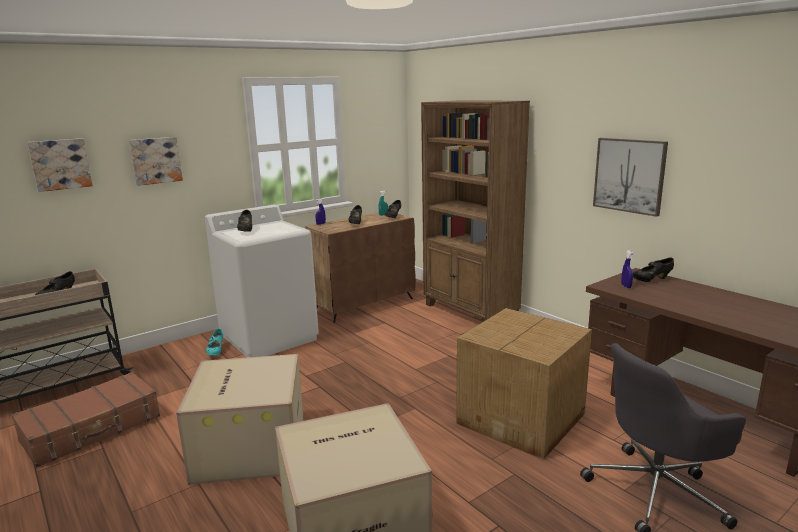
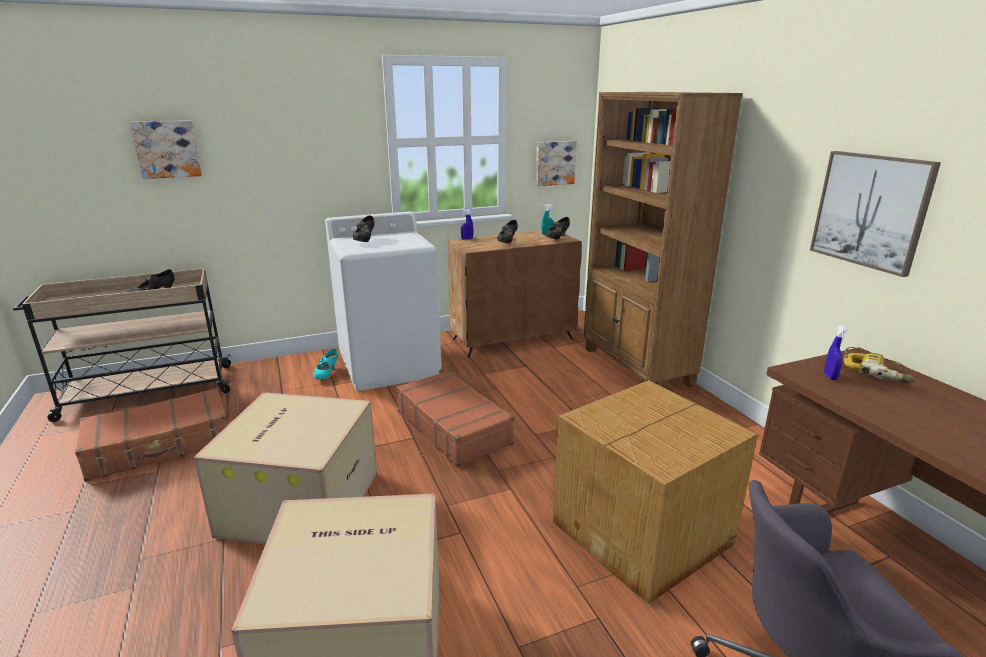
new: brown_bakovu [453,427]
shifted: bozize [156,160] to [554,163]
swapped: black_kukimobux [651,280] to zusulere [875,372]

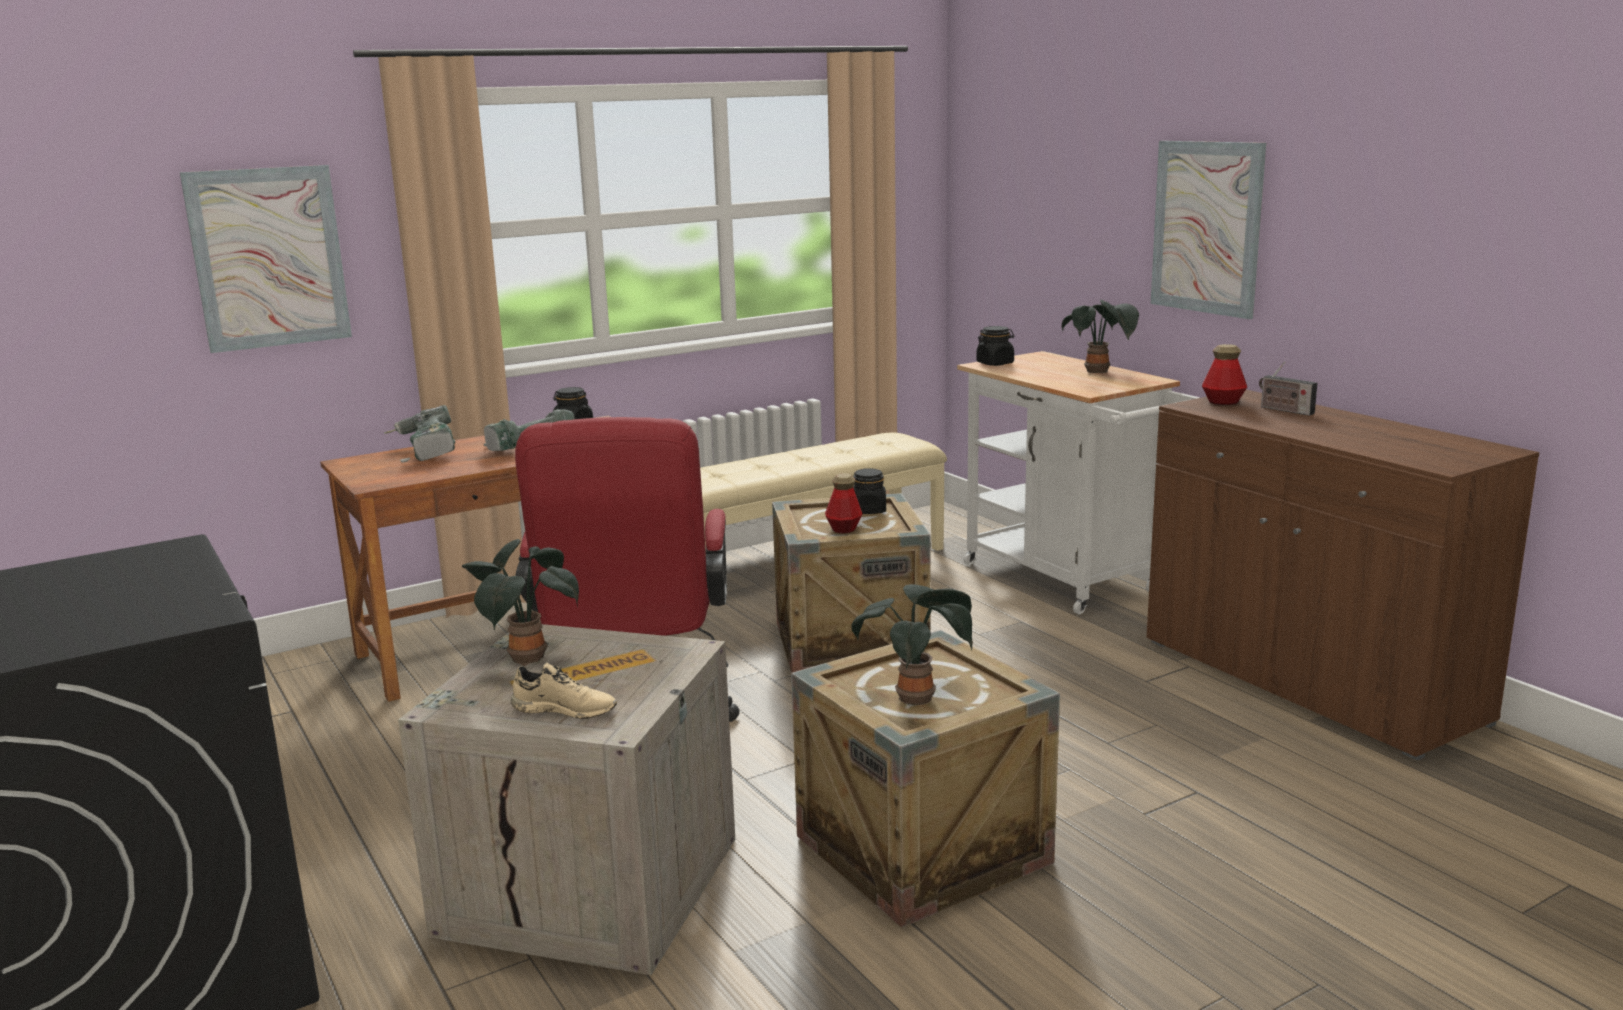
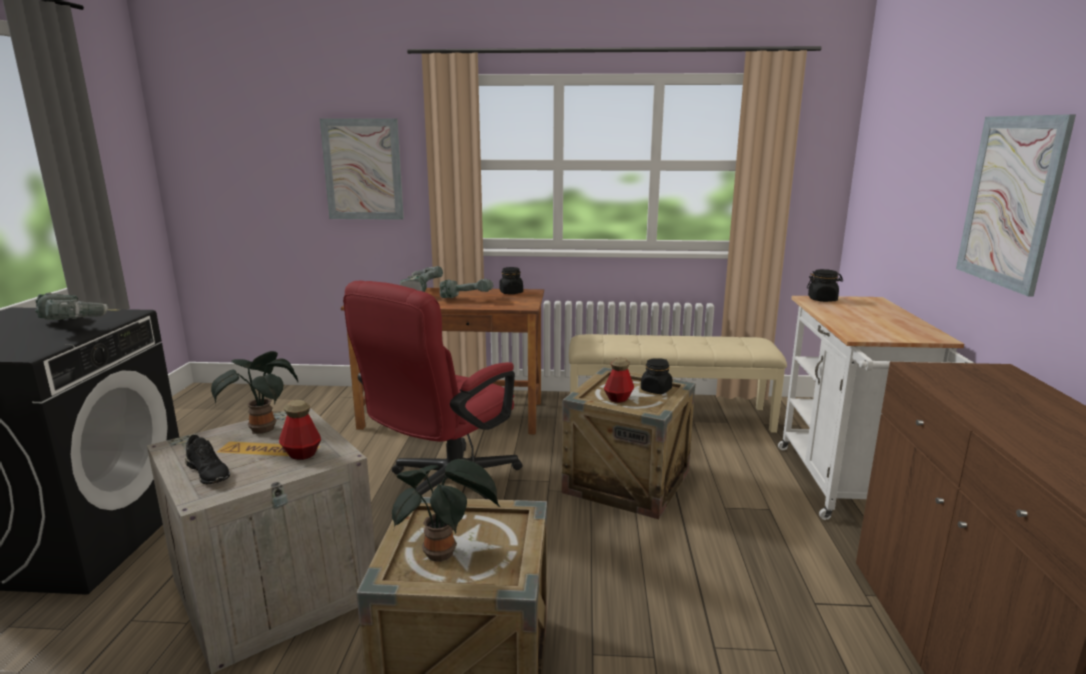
gone: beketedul [1099,372]; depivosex [1284,410]
new: zusulere [77,324]
shifted: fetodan [1223,402] to [301,454]
repainted: beige_kukimobux [565,709] to black_kukimobux [209,472]

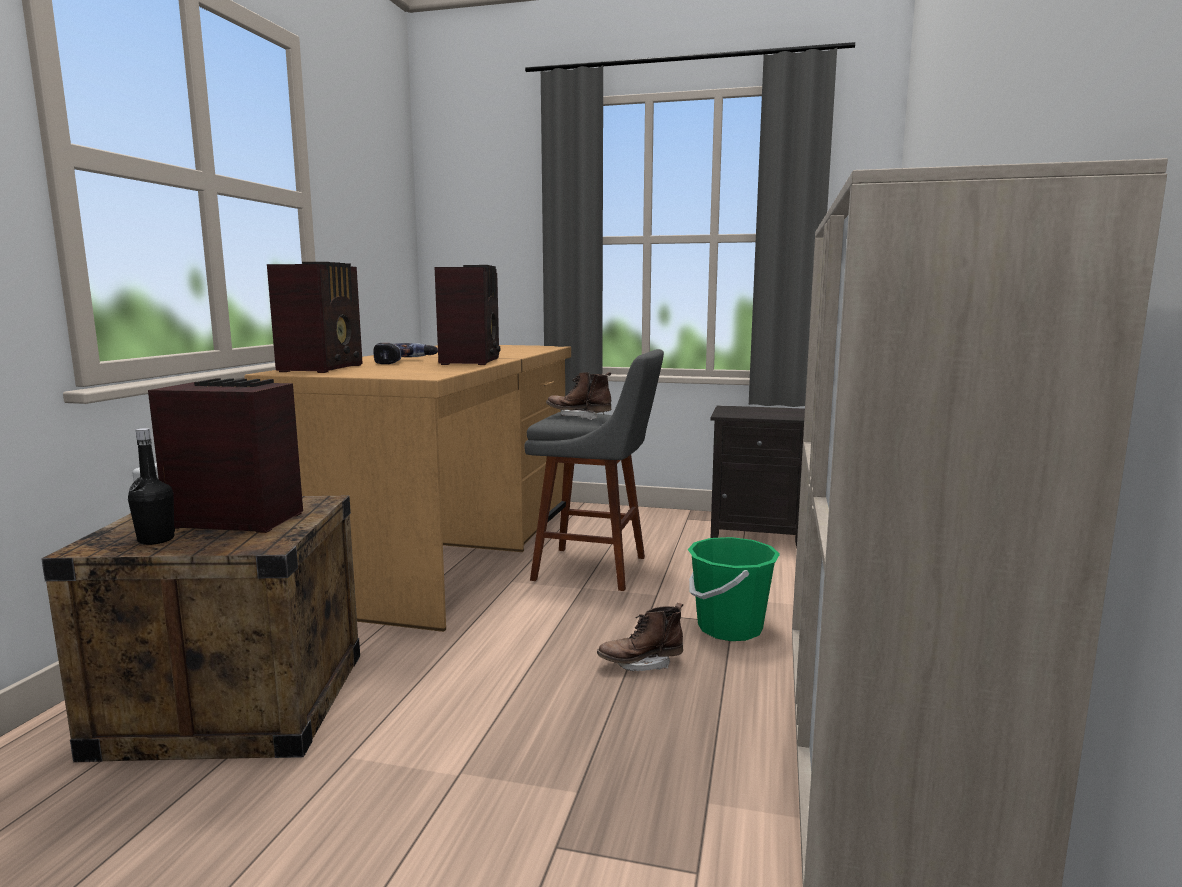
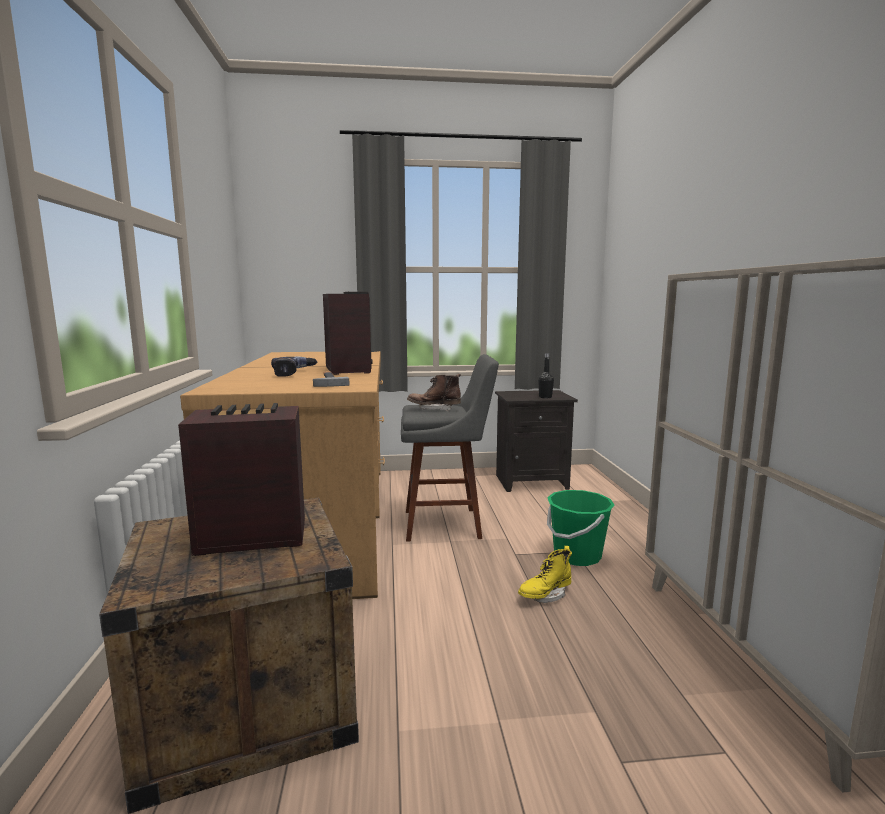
gone: depivosex [324,368]
new: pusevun [328,381]
shifted: black_fetodan [156,540] to [545,397]
repainted: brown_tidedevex [641,663] to yellow_tidedevex [545,595]

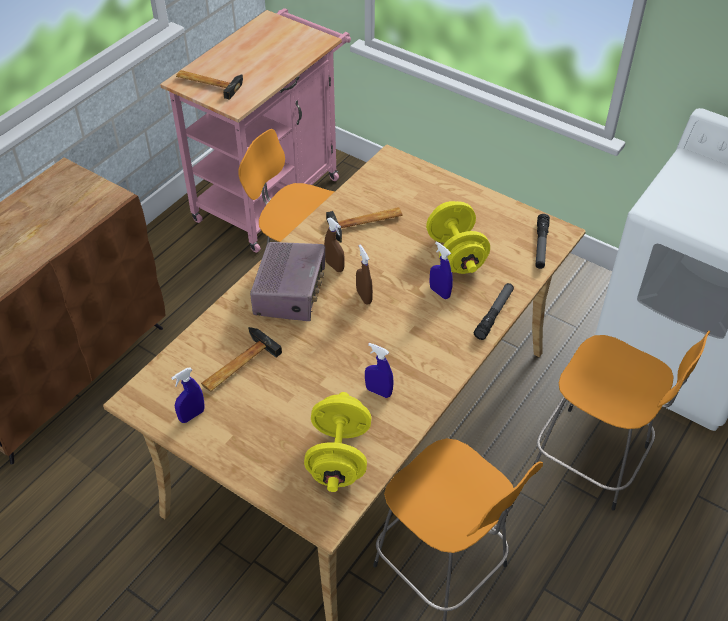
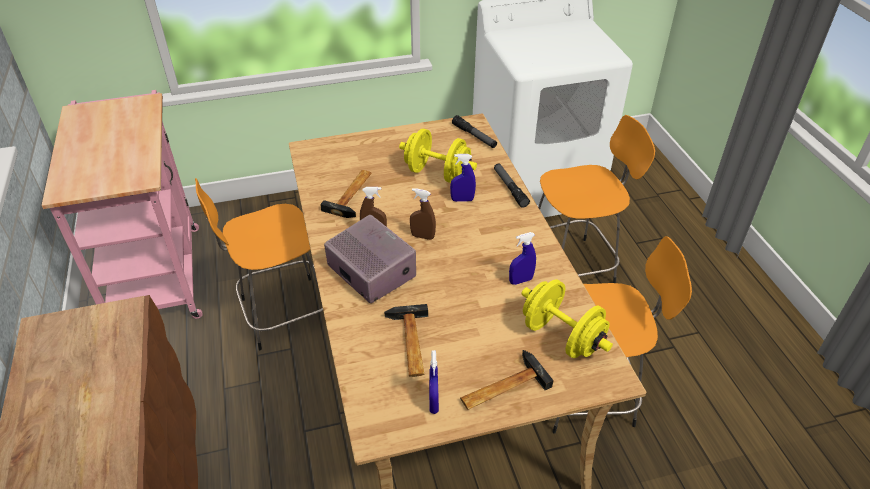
shifted: pusevun [208,83] to [501,387]

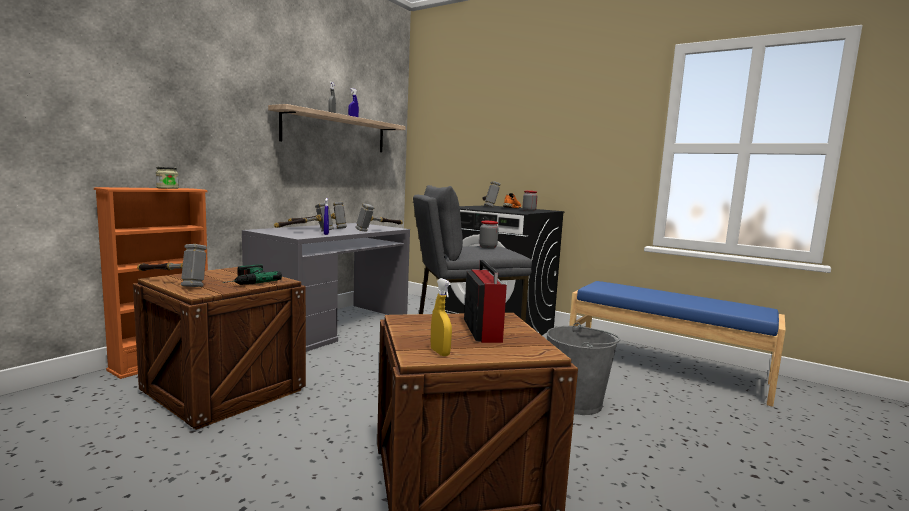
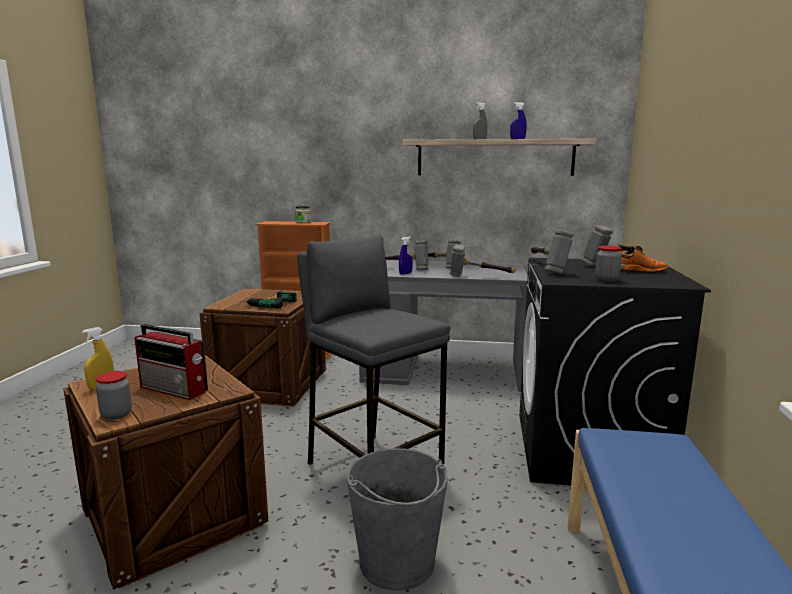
shifted: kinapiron [488,247] to [116,414]; pusevun [172,283] to [546,268]
rotated: depivosex [482,330] = [175,389] 60 degrees clockwise

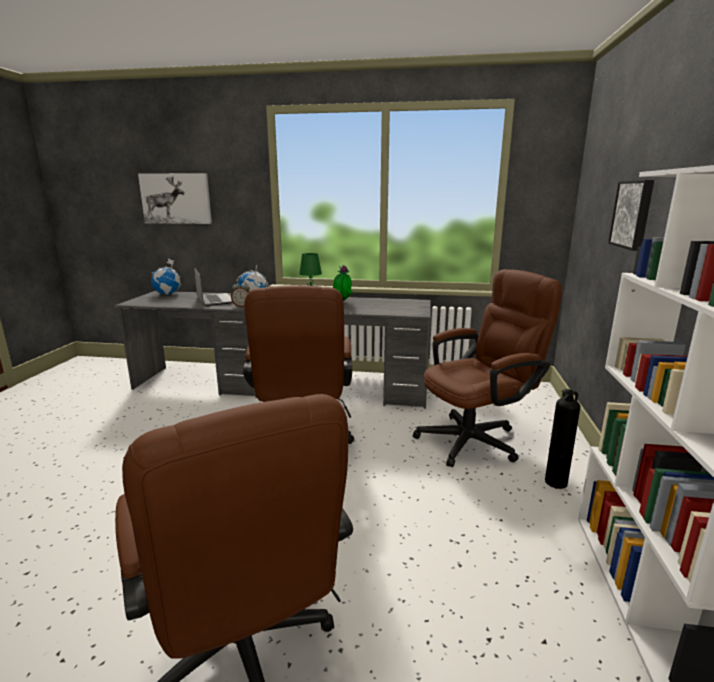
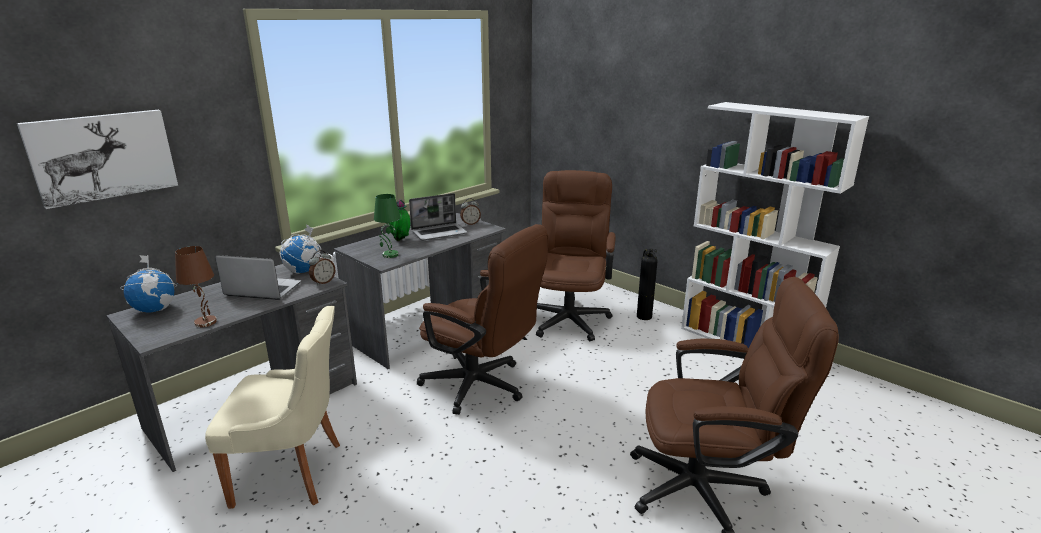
gone: bozize [633,214]
new: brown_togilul [206,322]; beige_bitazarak [293,473]; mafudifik [439,232]; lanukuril [470,224]

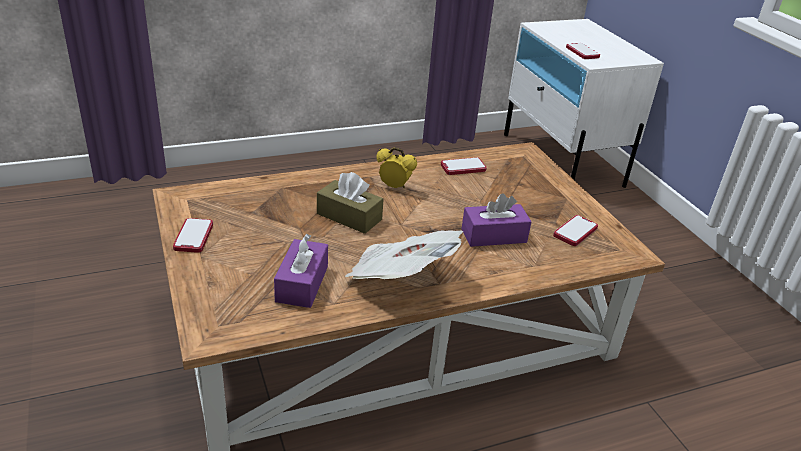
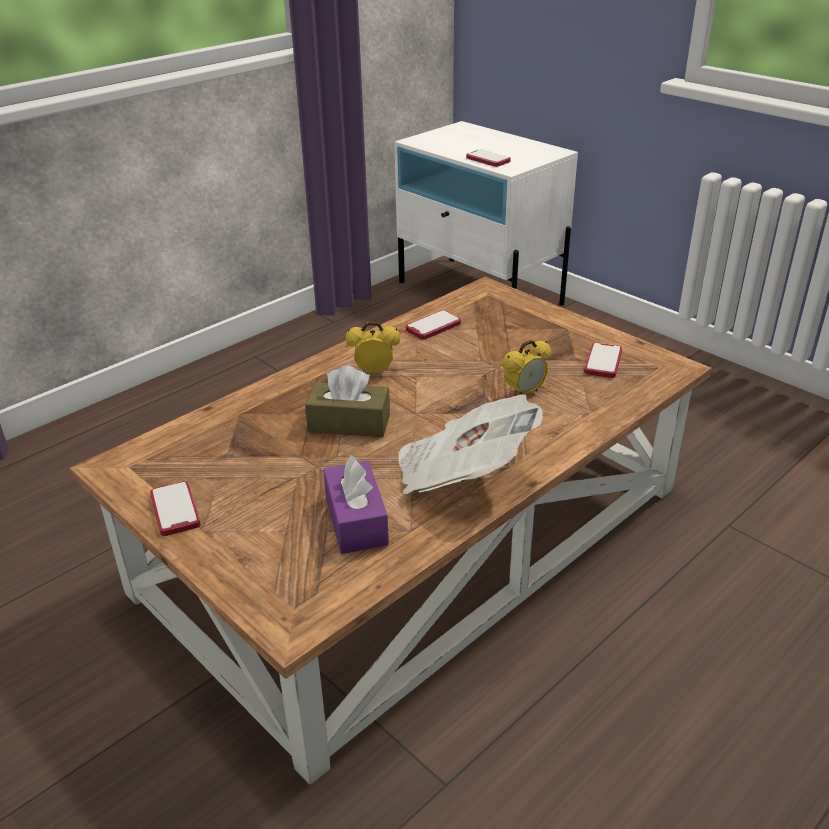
swapped: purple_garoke [493,235] to lanukuril [524,393]

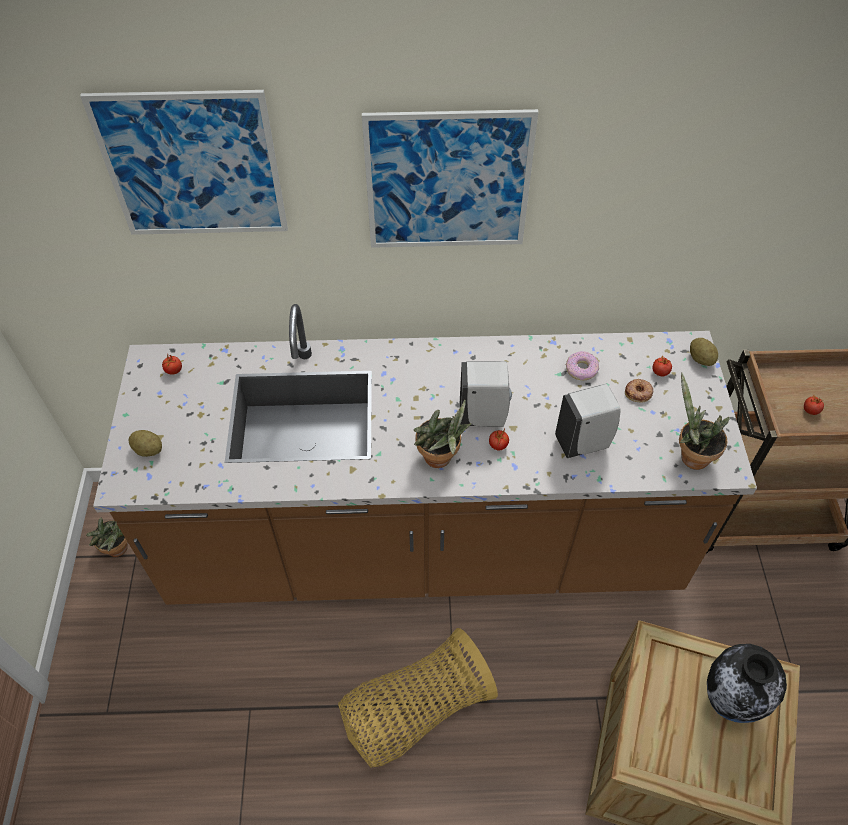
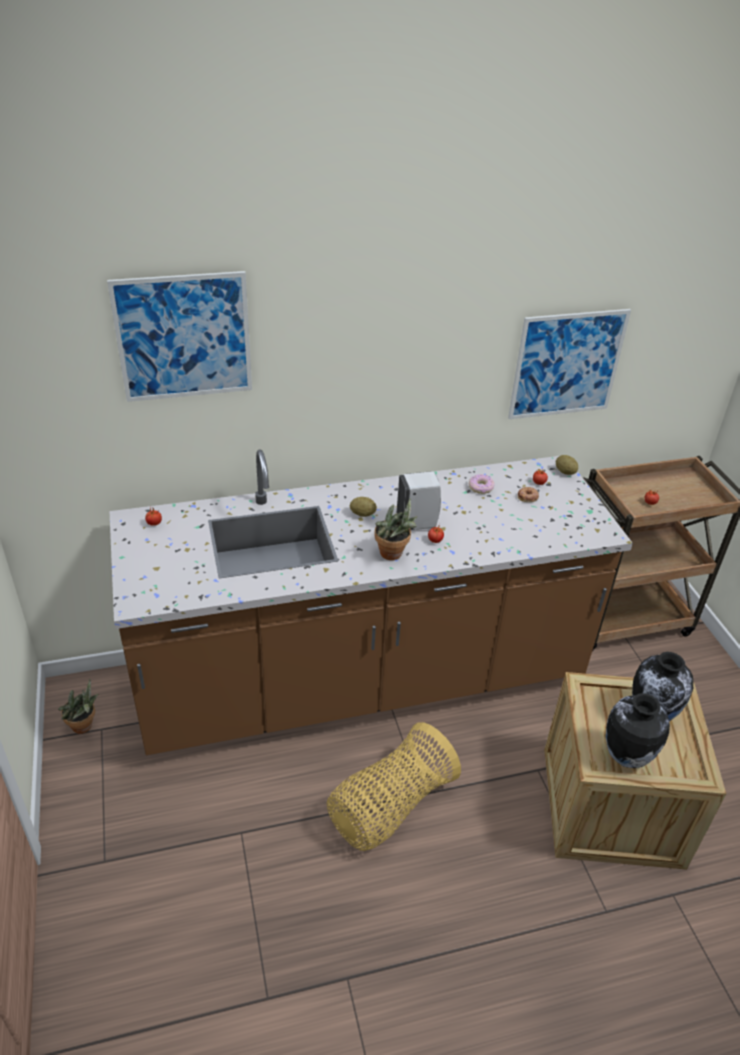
gone: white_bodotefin [584,442]; beketedul [690,456]
new: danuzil [625,757]
shifted: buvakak [148,450] to [362,514]; bozize [448,182] to [567,364]

